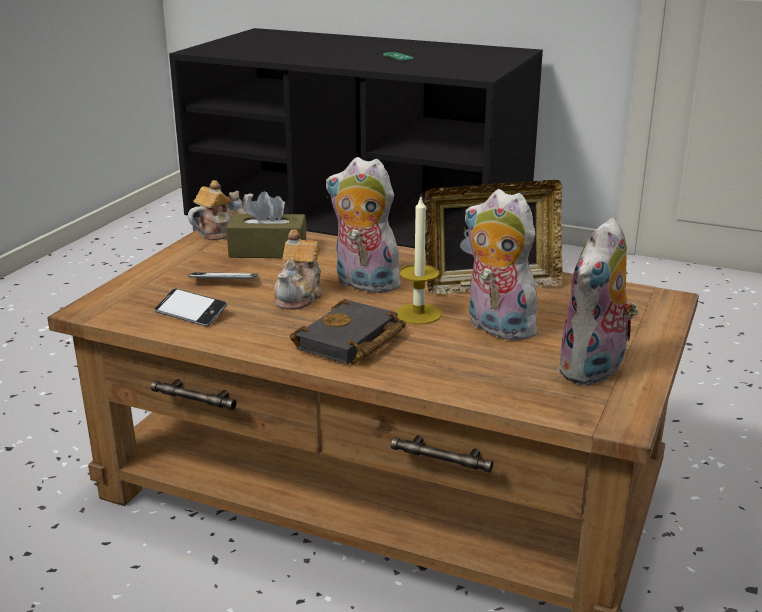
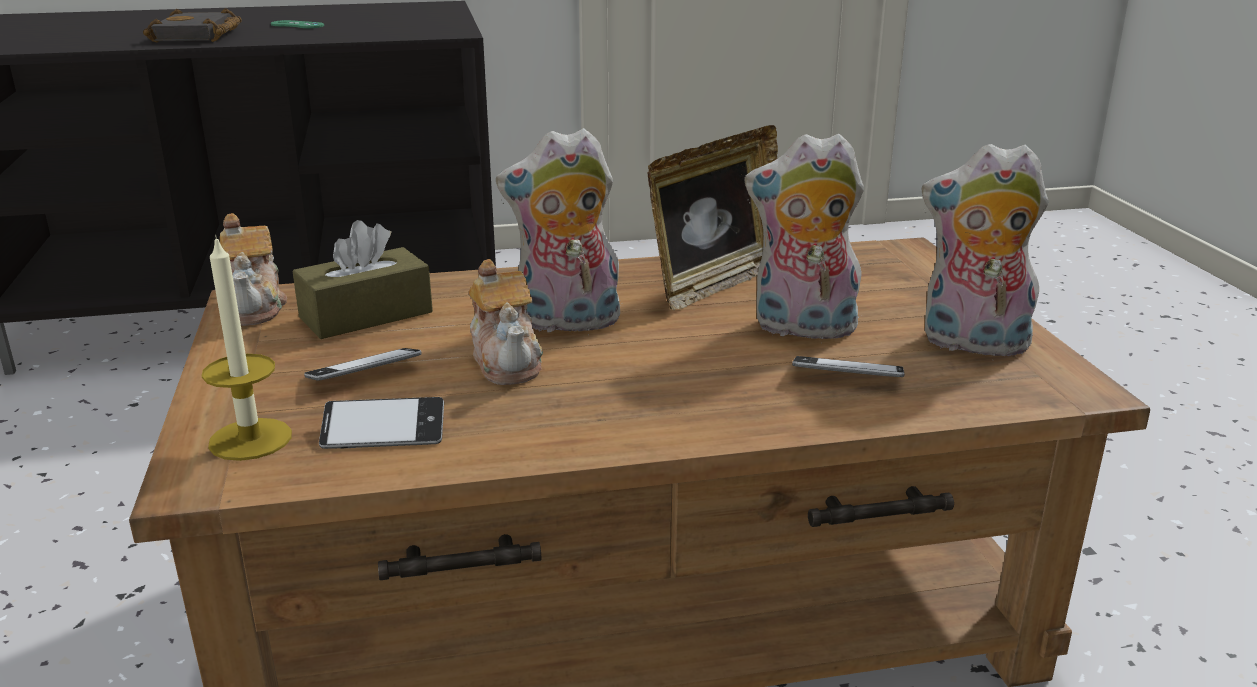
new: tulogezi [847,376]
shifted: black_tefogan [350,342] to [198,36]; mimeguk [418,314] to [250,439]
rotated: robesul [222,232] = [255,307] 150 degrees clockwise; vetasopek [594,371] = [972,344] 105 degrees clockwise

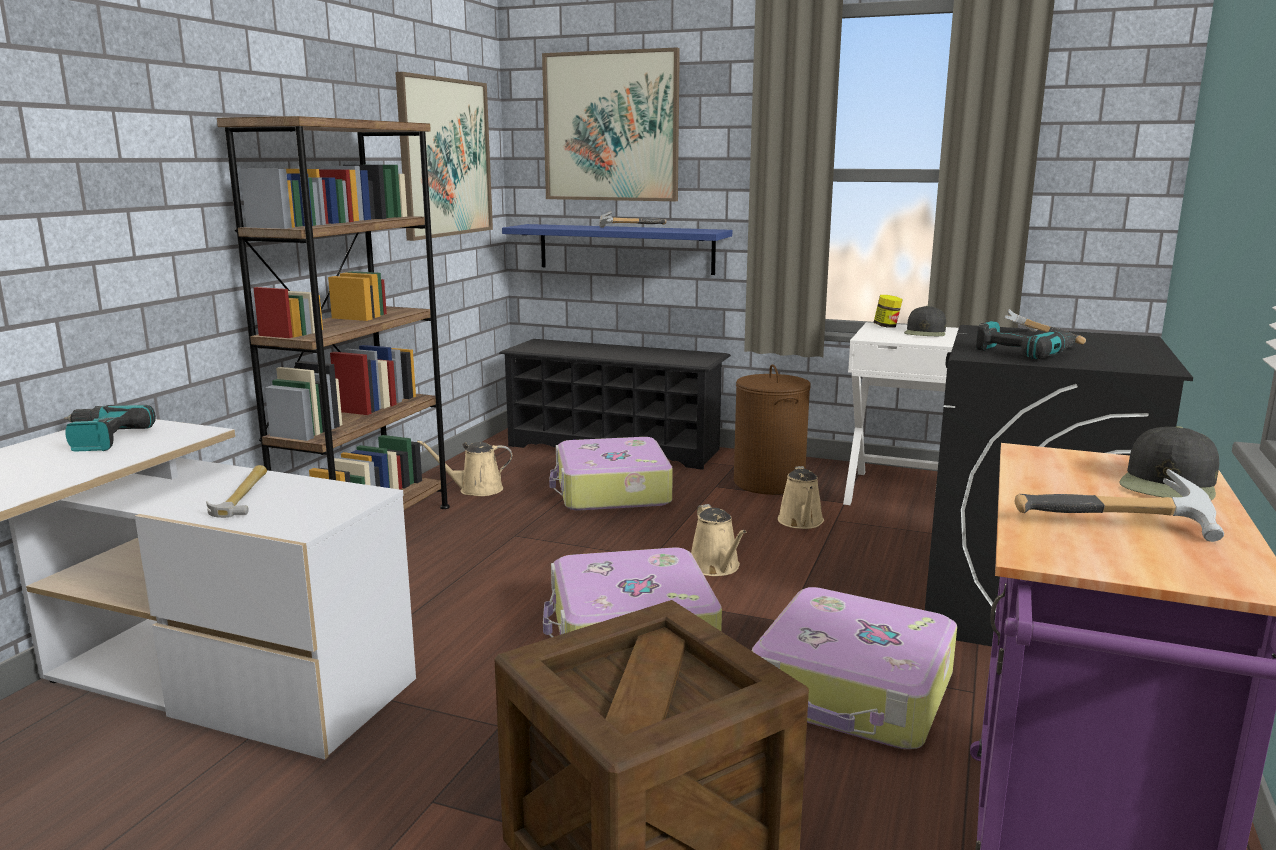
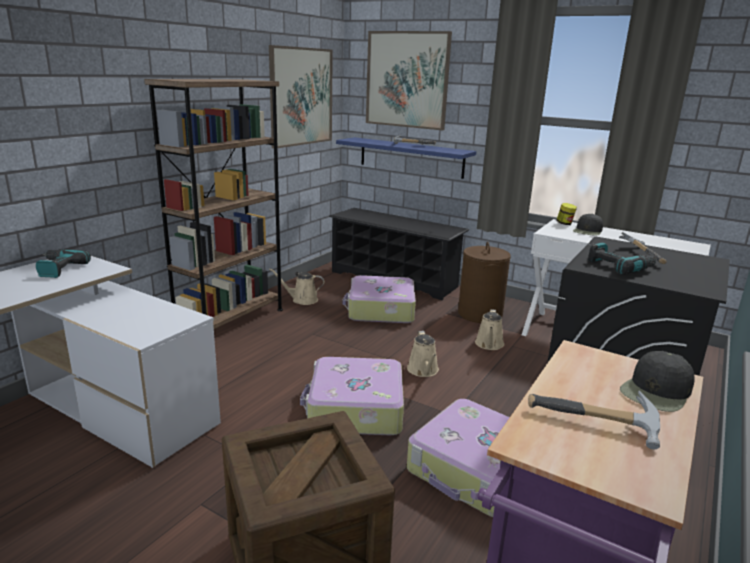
gone: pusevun [243,495]

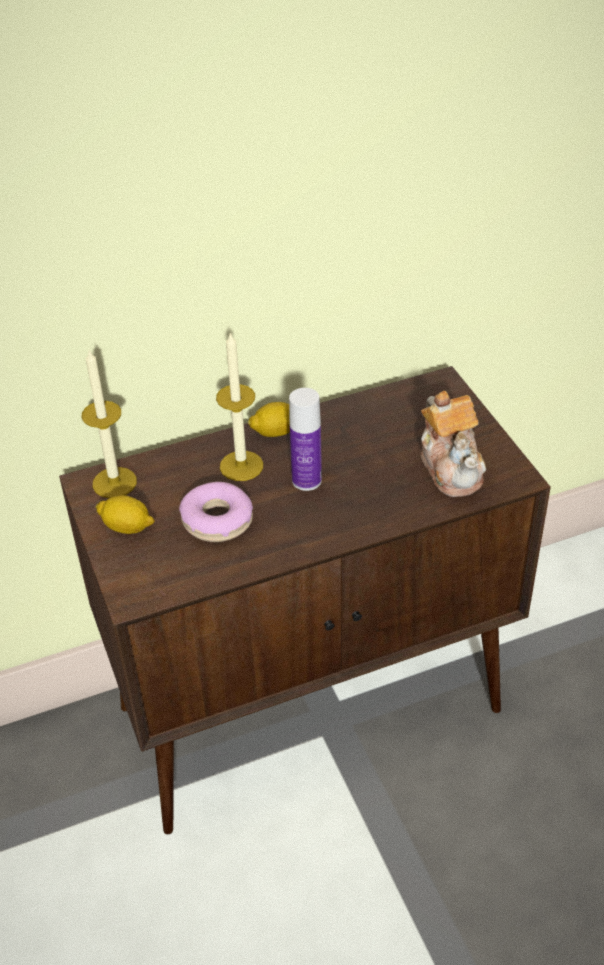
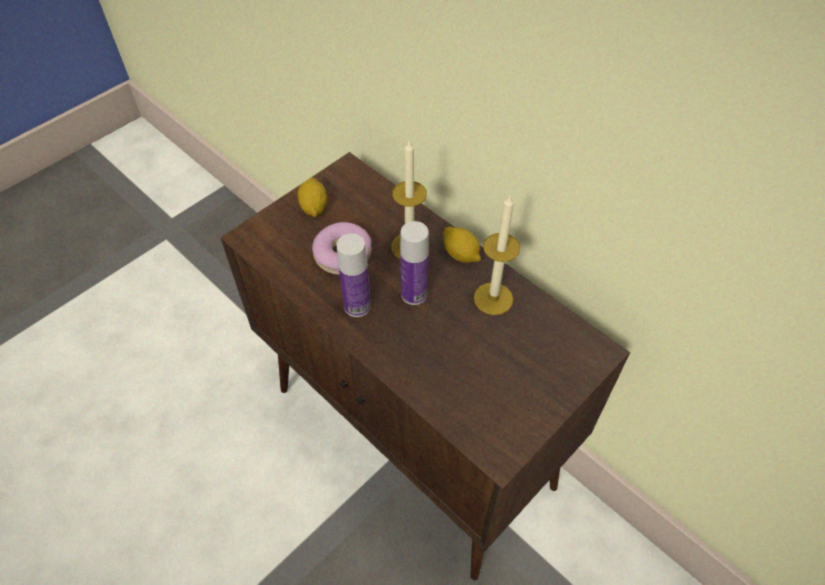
gone: robesul [451,467]
new: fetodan [357,306]
shifted: mimeguk [114,482] to [493,298]

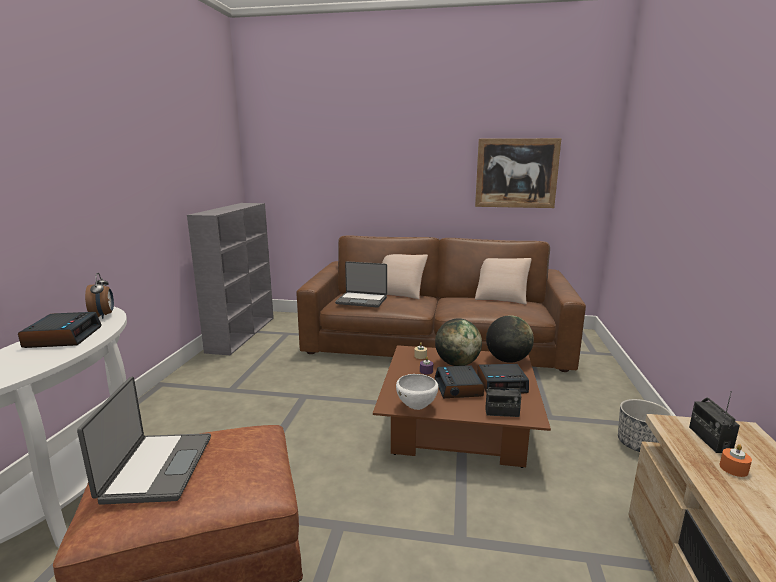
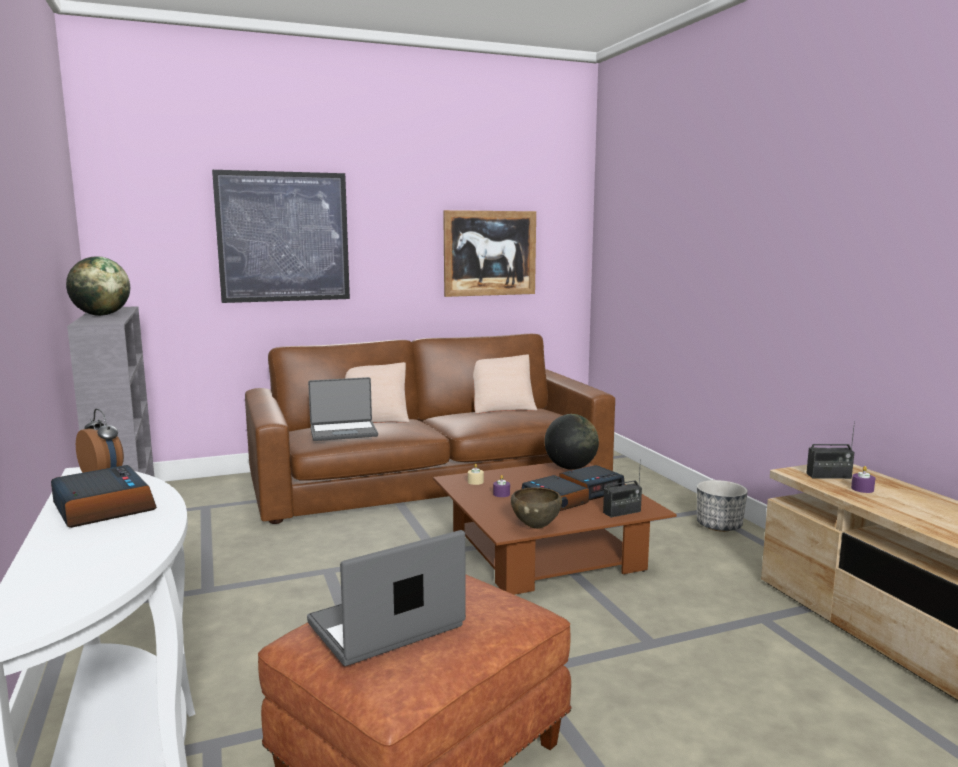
new: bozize [283,237]
shifted: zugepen [457,364] to [101,315]
repainted: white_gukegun [417,407] to brown_gukegun [536,527]; orange_mimeguk [733,468] to purple_mimeguk [862,489]
rotated: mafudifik [156,468] = [386,627] 90 degrees counterclockwise; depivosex [709,439] = [828,476] 60 degrees counterclockwise

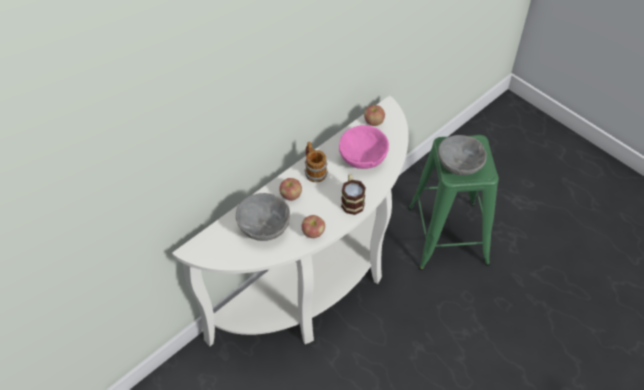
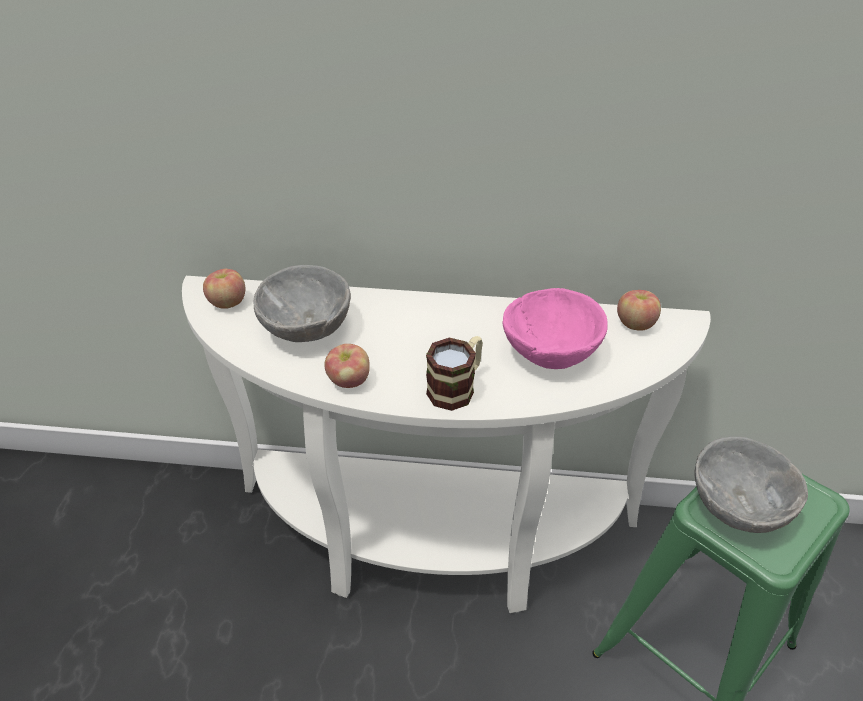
gone: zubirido [314,170]
shifted: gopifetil [291,195] to [227,302]

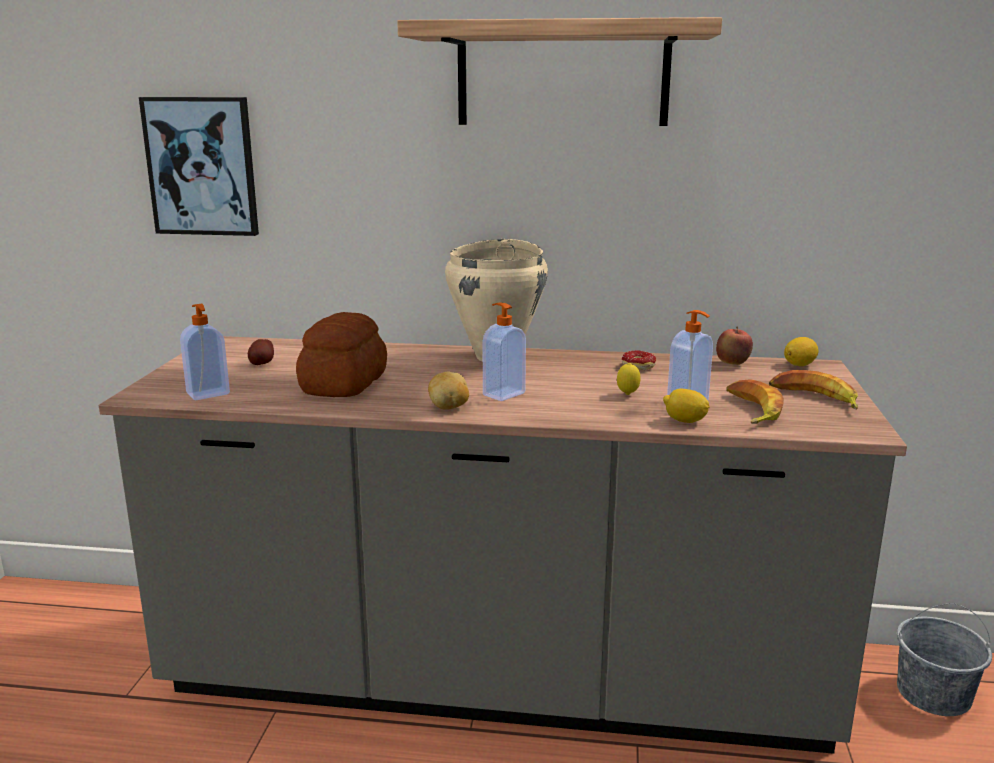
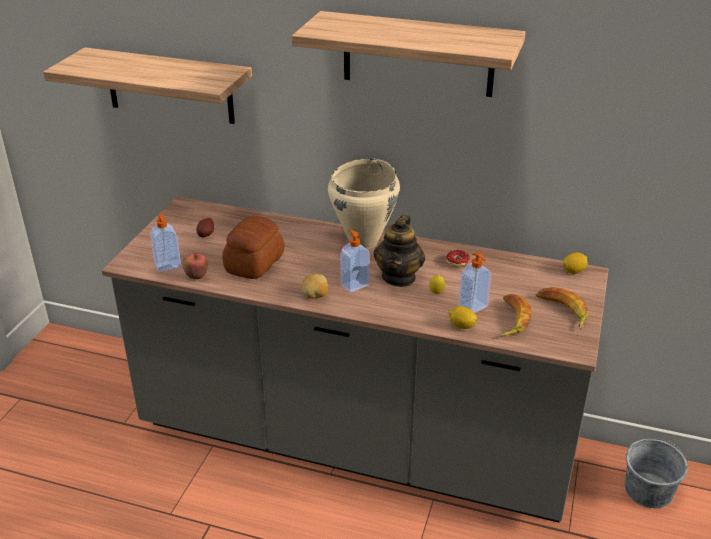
new: robesul [399,277]
shifted: gopifetil [732,364] to [196,277]
swapped: bozize [202,166] to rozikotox [169,86]

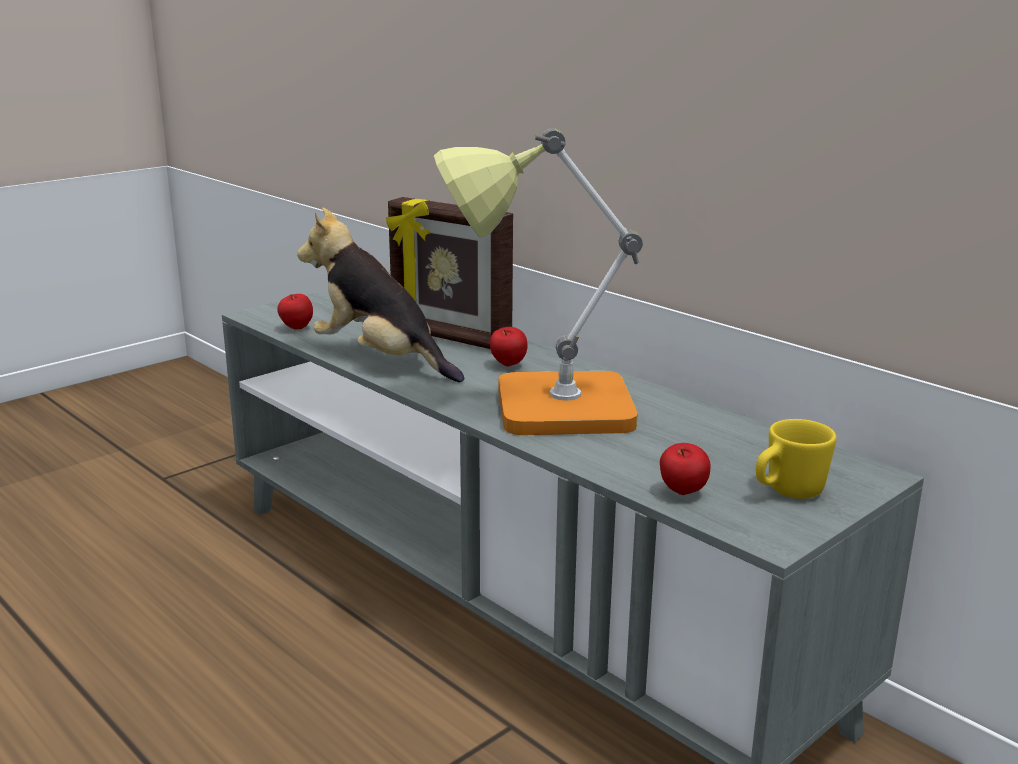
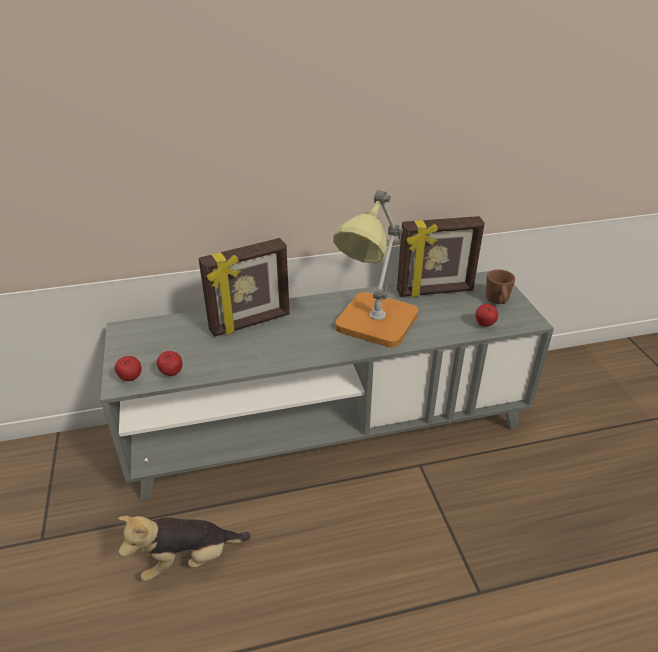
new: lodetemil [435,292]
shifted: gopifetil [507,365] to [131,379]; vetasopek [380,360] to [188,560]
repainted: yellow_zubirido [787,492] to brown_zubirido [497,302]

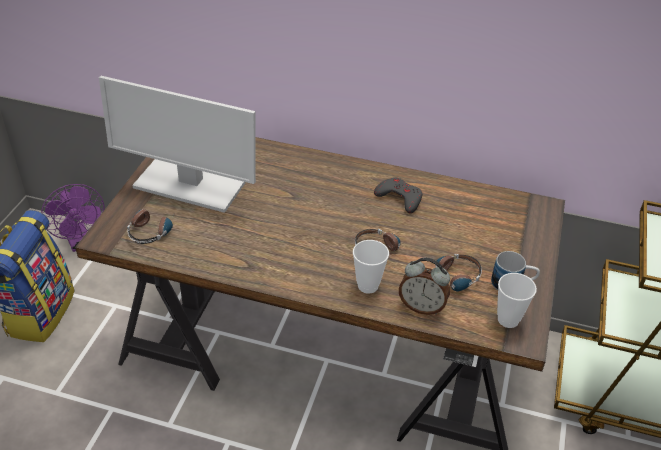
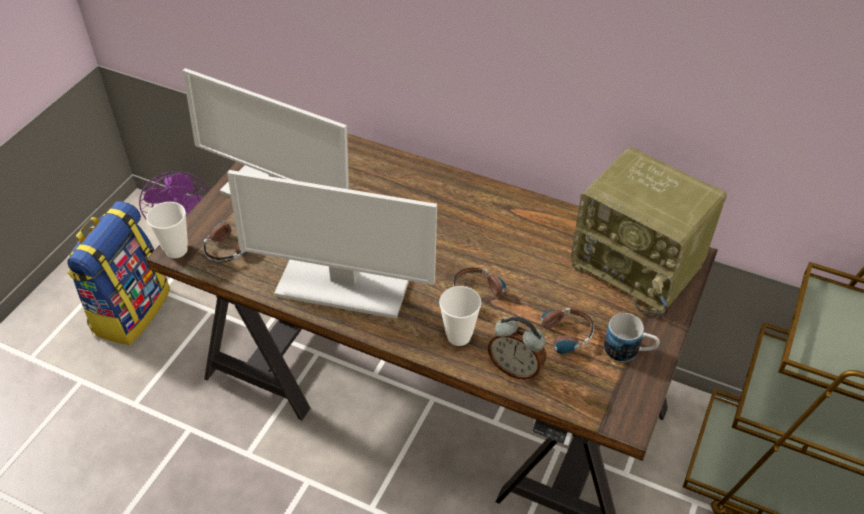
gone: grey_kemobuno [399,198]
new: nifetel [342,285]; depivosex [639,266]
shifted: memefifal [508,319] to [176,250]

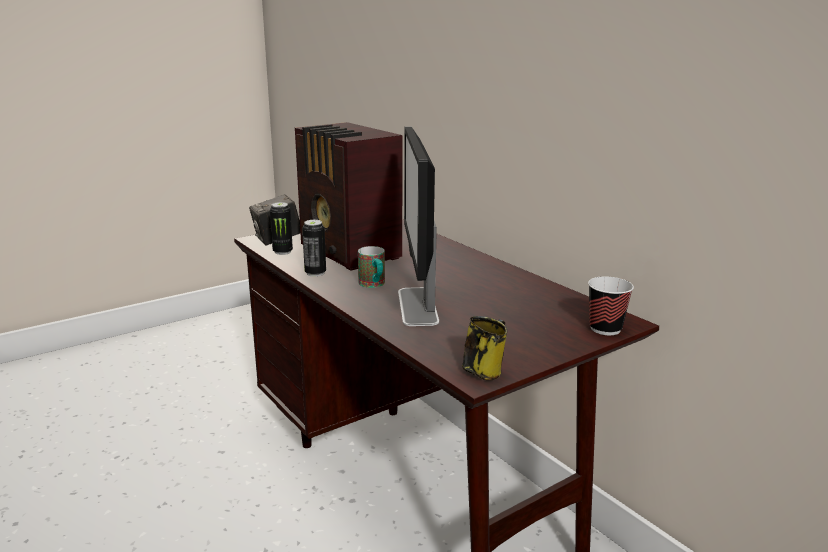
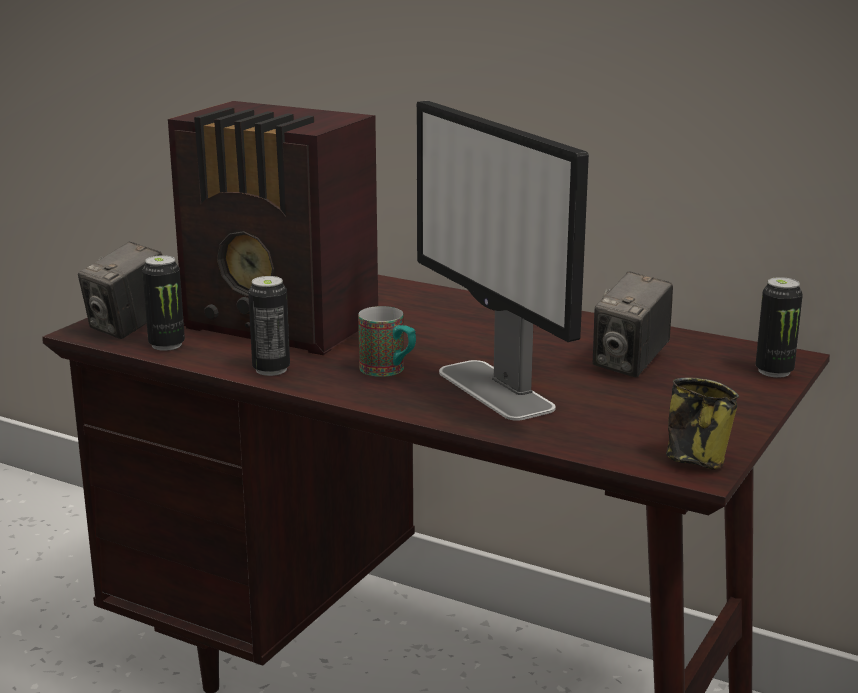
new: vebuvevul [630,364]
swapped: memefifal [605,329] to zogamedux [774,371]

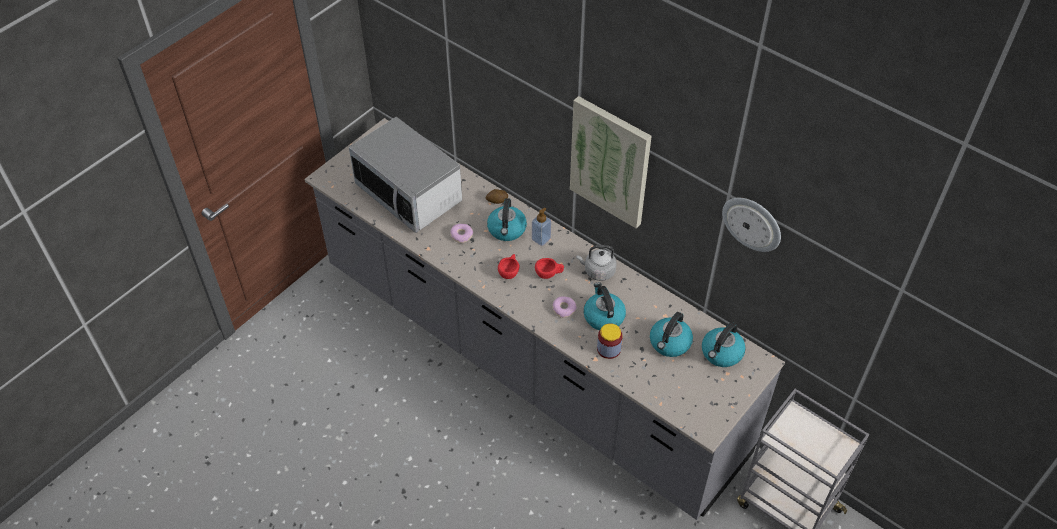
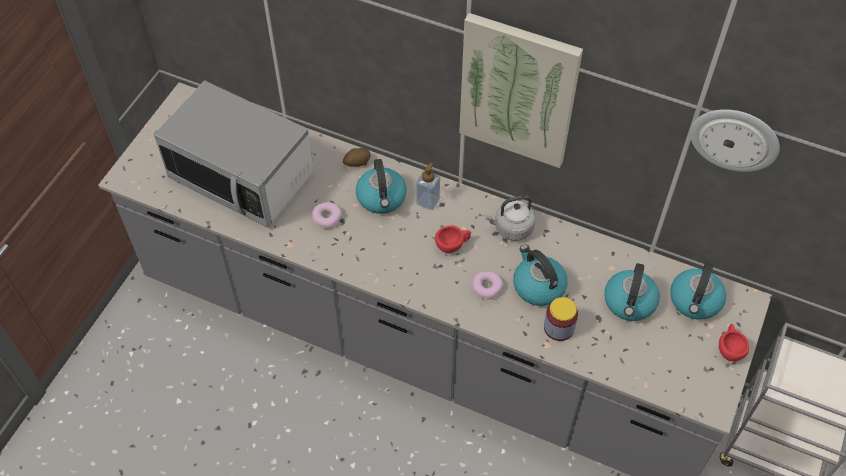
shifted: red_memefifal [509,272] to [729,348]

